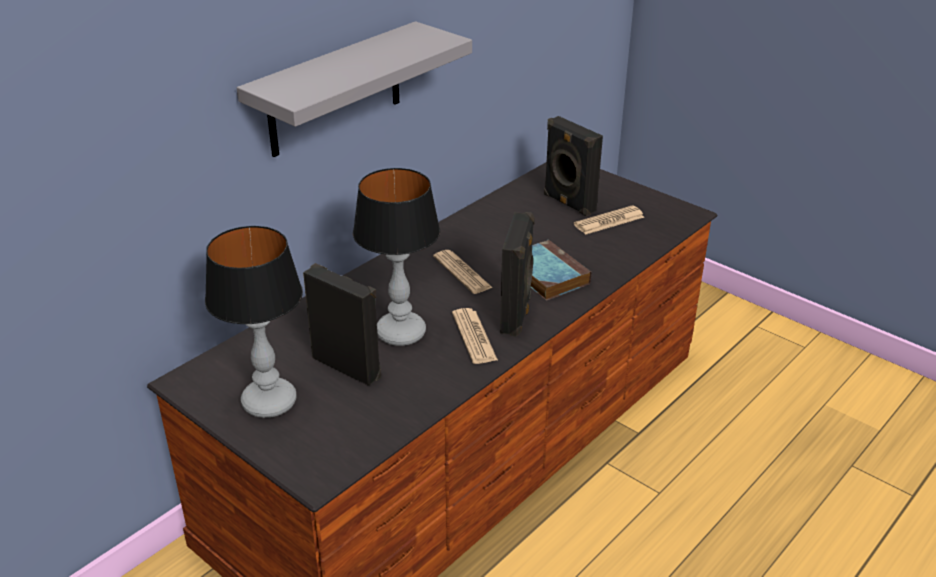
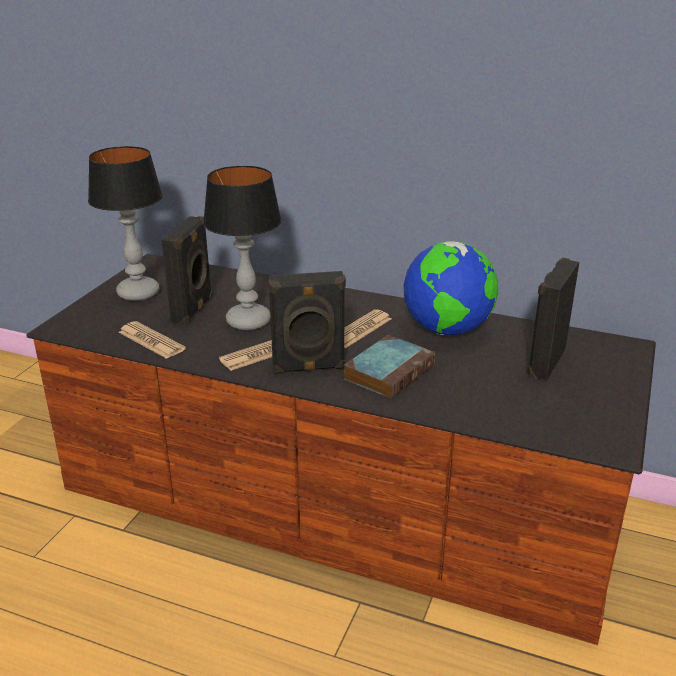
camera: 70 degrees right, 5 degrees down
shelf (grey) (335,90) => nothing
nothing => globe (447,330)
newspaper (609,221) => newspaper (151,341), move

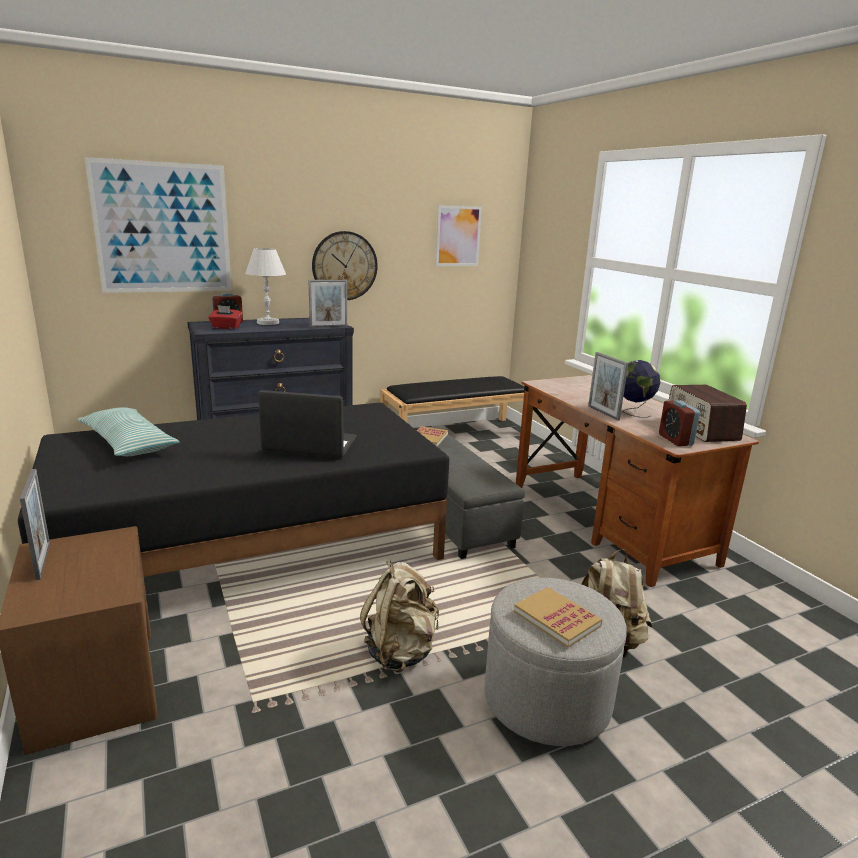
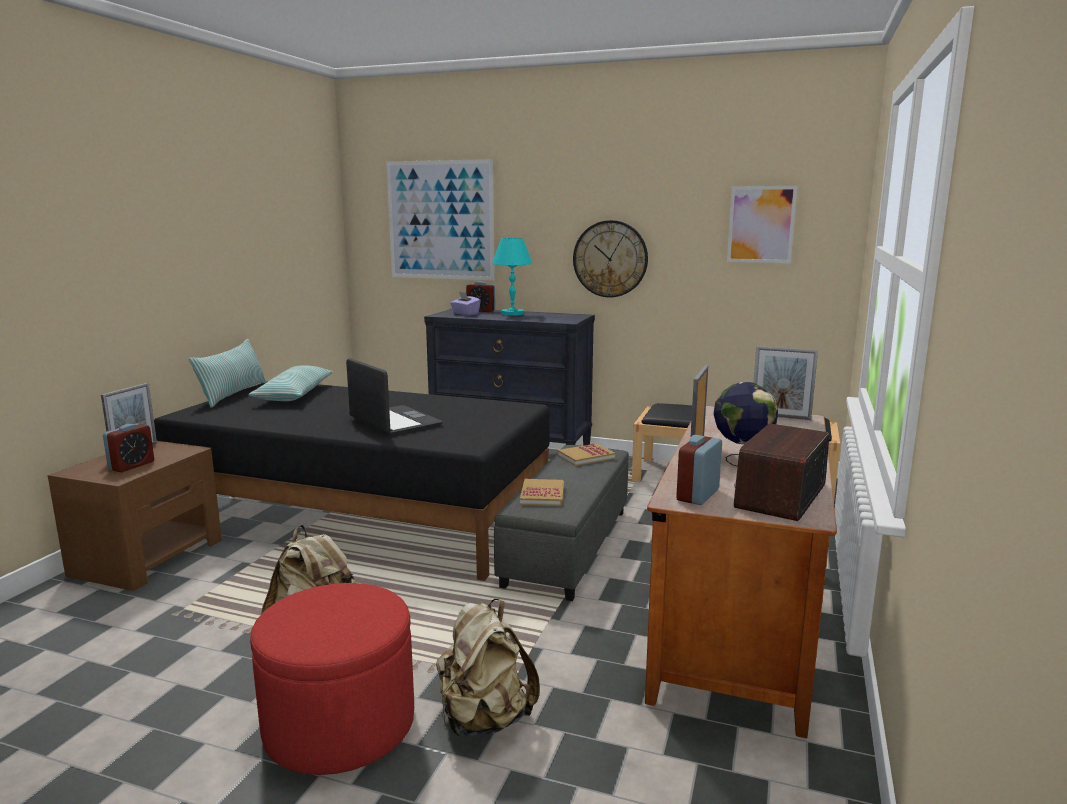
camera: 45 degrees right, 5 degrees down
nothing => alarm clock (131,466)
nothing => pillow (233,394)
picture frame (328,326) => picture frame (780,416), move
book (557,619) => book (542,495), move
tissue box (red) (226,327) => tissue box (purple) (465,314)
table lamp (white) (268,323) => table lamp (turquoise) (512,314)
ottoman (grey) (546,699) => ottoman (red) (339,725)

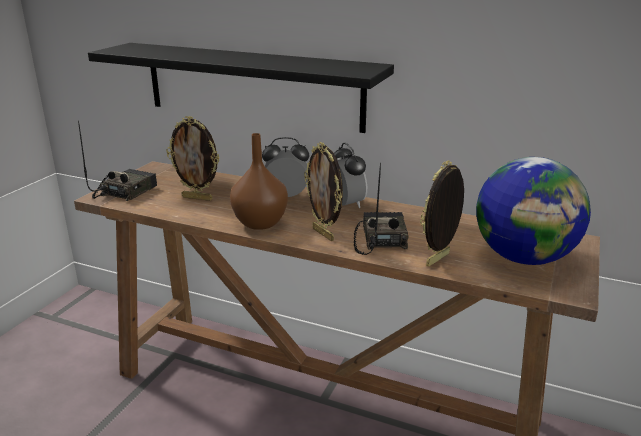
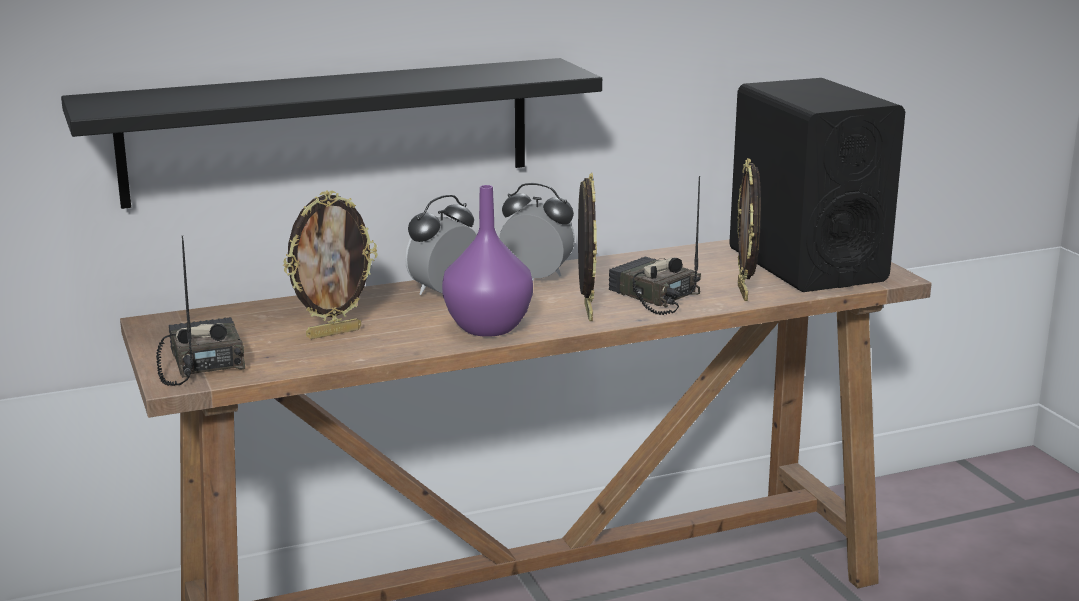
camera: 45 degrees left, 5 degrees down
globe (524,257) => speaker (black) (806,264)
vase (brown) (259,223) => vase (purple) (487,328)
picture frame (324,234) => picture frame (586,312), 105 degrees counterclockwise

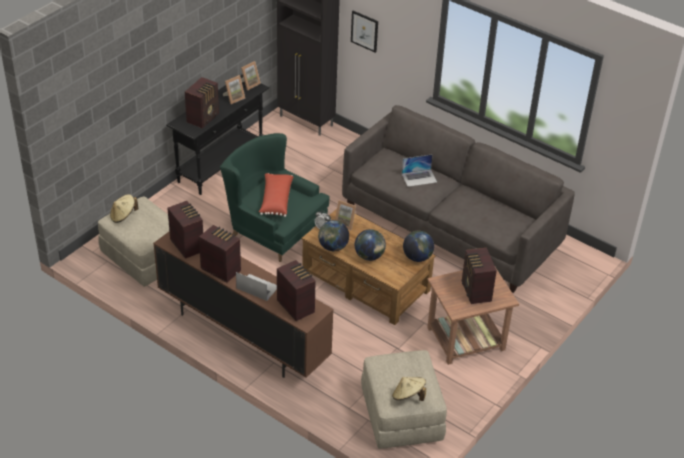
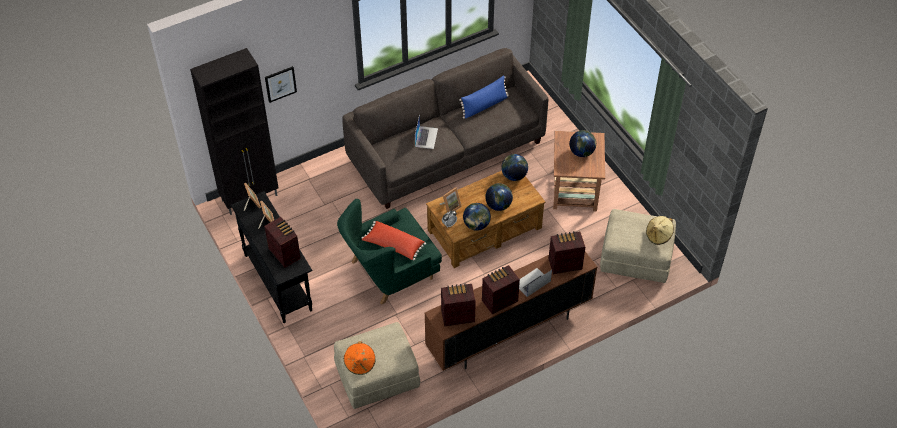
camera: 65 degrees left, 10 degrees up
nothing => pillow (blue) (484,106)
radio (475,292) => globe (581,152)
hat (beige) (123,216) => hat (orange) (360,364)

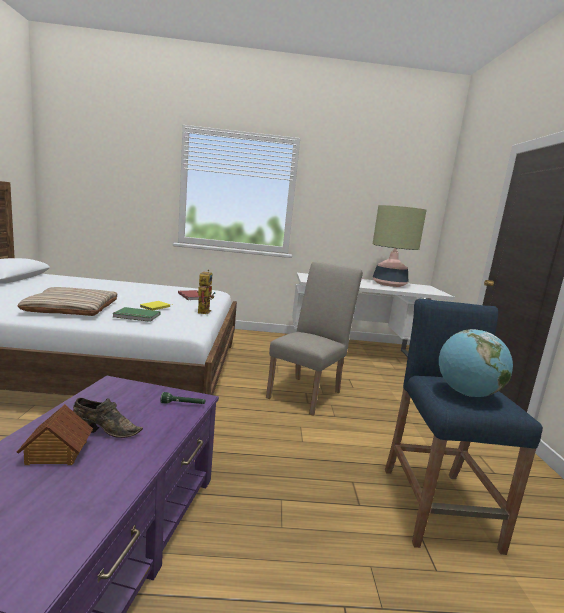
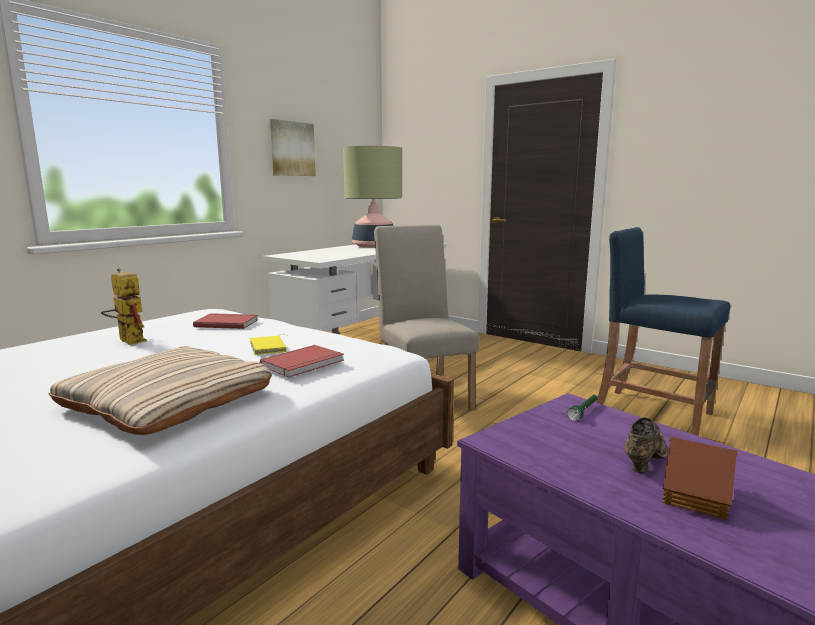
camera: 50 degrees left, 0 degrees up
globe (467,394) => nothing
nothing => picture (292,149)
toy robot (203,311) => toy robot (127,340), move
book (green) (136,316) => book (red) (304,364)

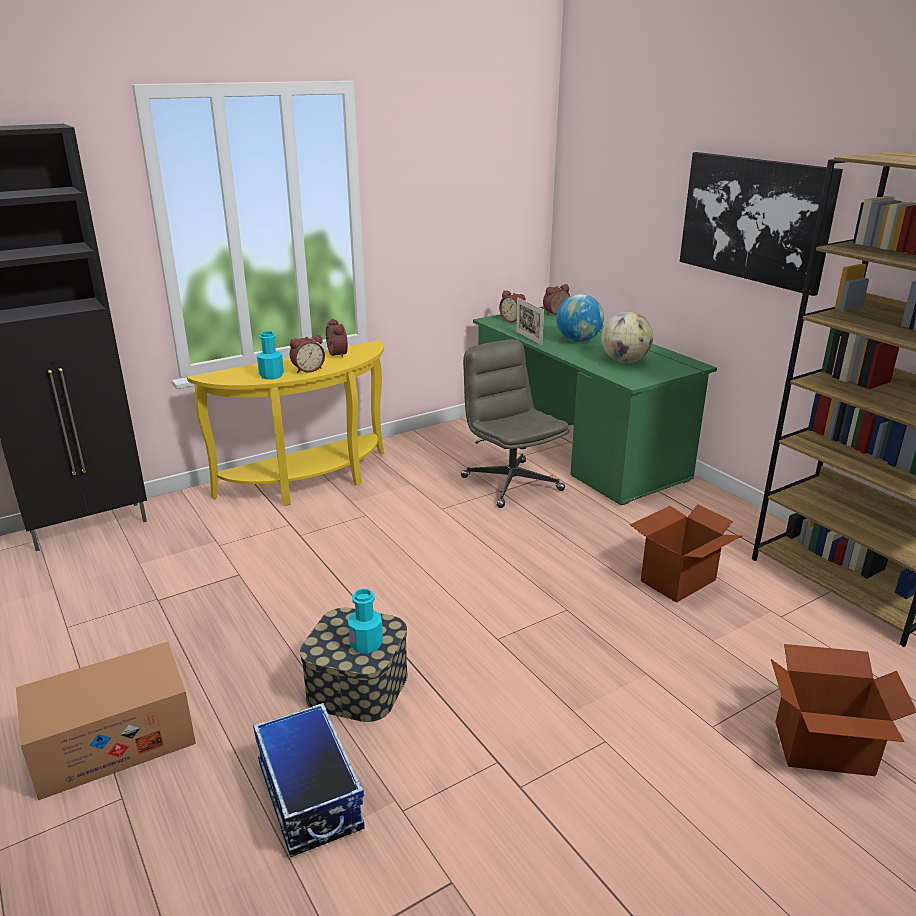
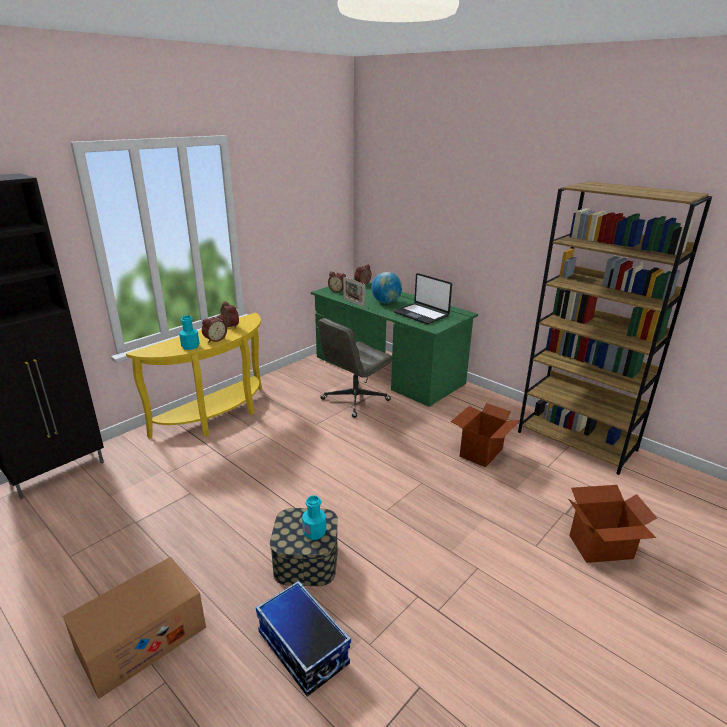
camera: 15 degrees left, 0 degrees up
picture (754,220) => nothing
globe (624,361) => laptop (421,314)
office chair (grey) (511,483) => office chair (grey) (354,400), 90 degrees counterclockwise

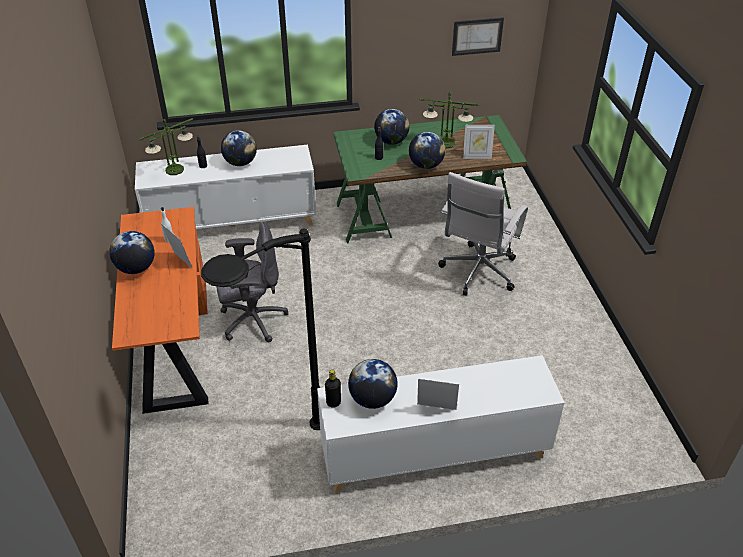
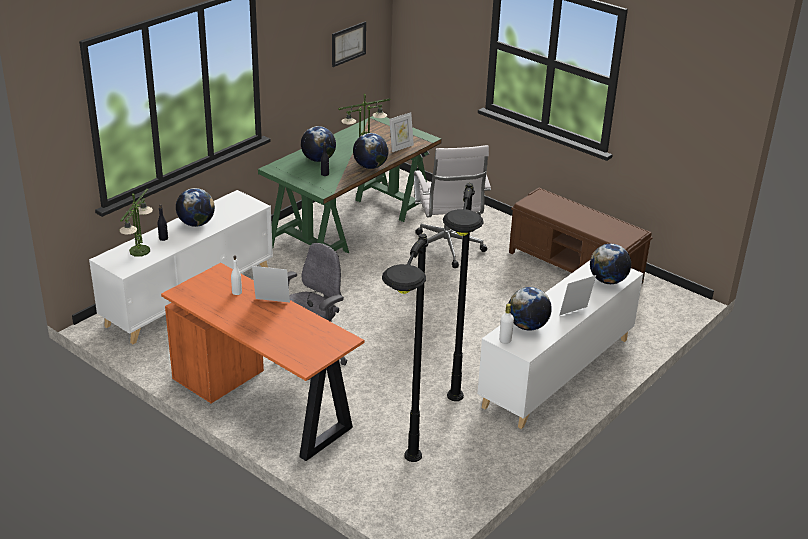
camera: 40 degrees left, 10 degrees down
nothing => floor lamp (black) (401,494)
nothing => bench (brown) (575,268)
globe (136,268) => globe (607,281), move
bottle (black) (333,403) => bottle (white) (505,340)

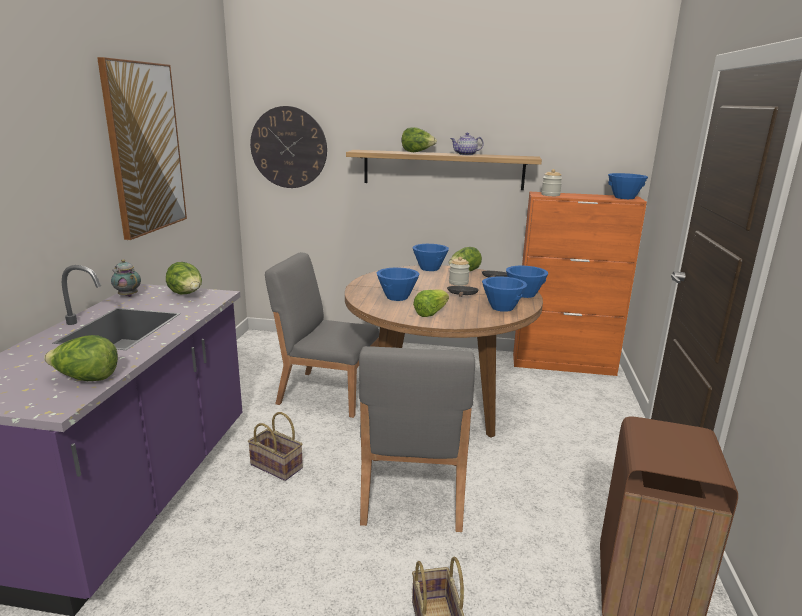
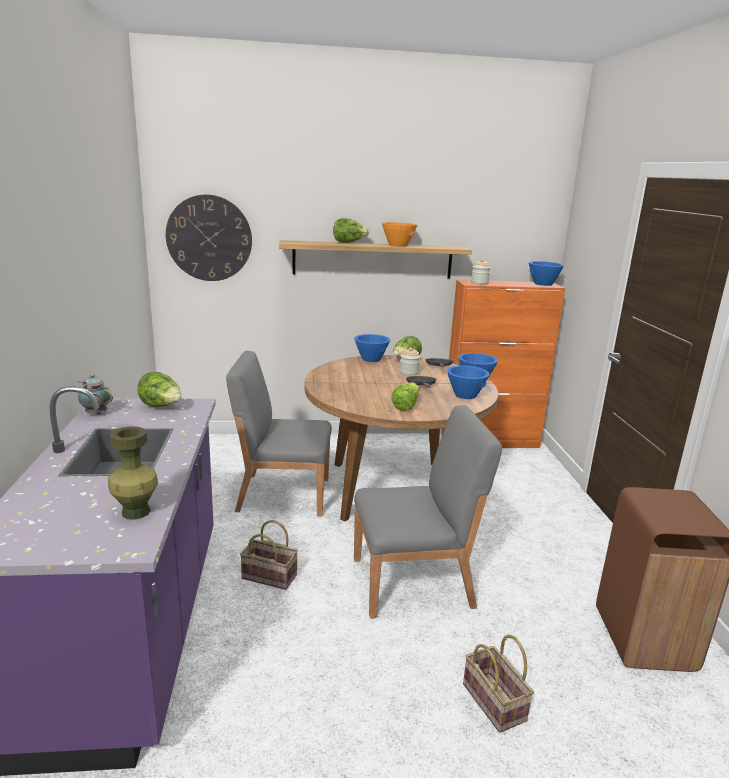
camera: 15 degrees left, 0 degrees up
picture (145,148) => nothing
bowl (blue) (397,297) => nothing
lettuce (86,379) => vase (green) (136,512)
teapot (465,154) => bowl (orange) (398,245)
chair (grey) (412,493) => chair (grey) (414,582), 90 degrees counterclockwise

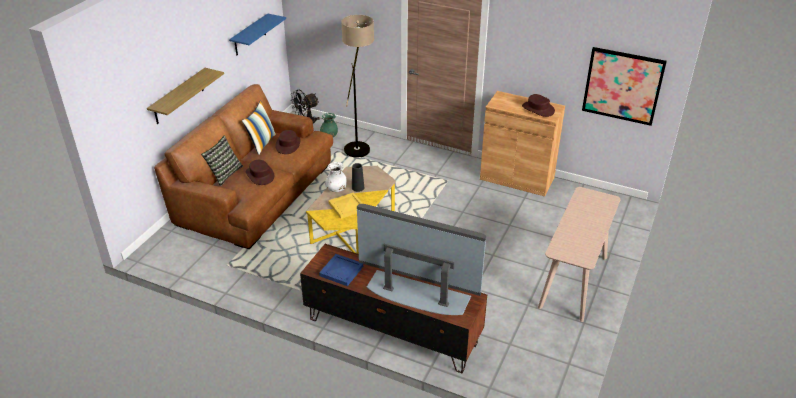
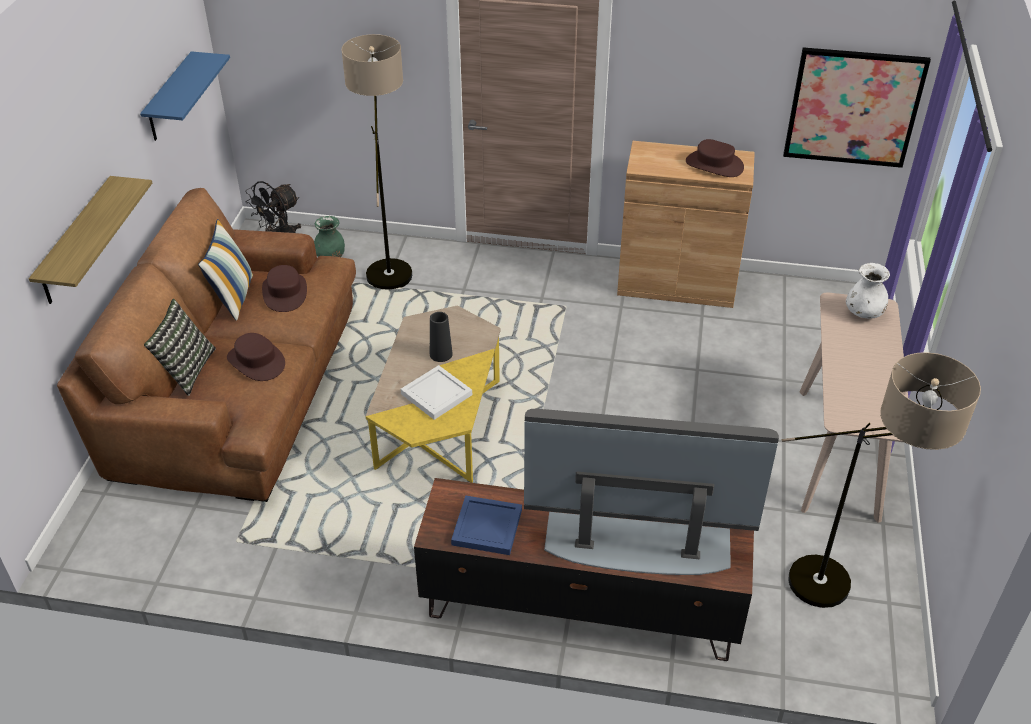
camera: 15 degrees left, 5 degrees up
nothing => floor lamp (841,595)
vase (white) (336,189) => vase (white) (863,313), move
tray (yellow) (347,207) => tray (white) (437,394)

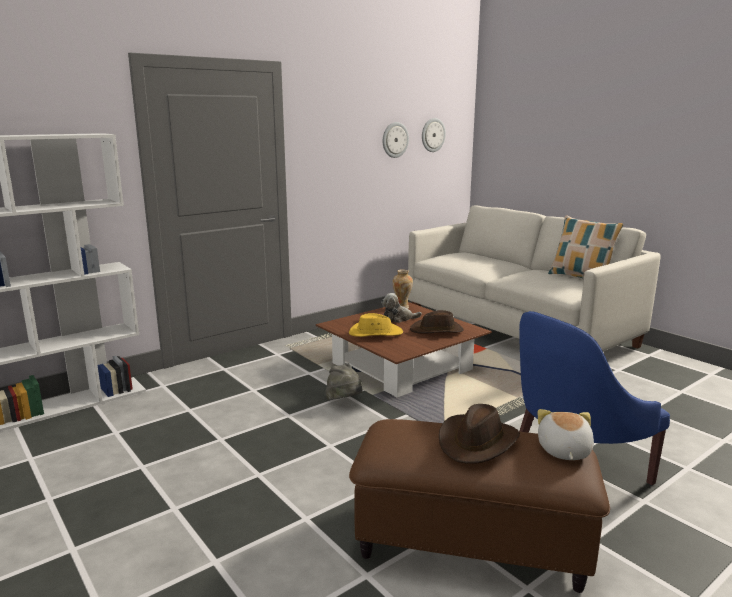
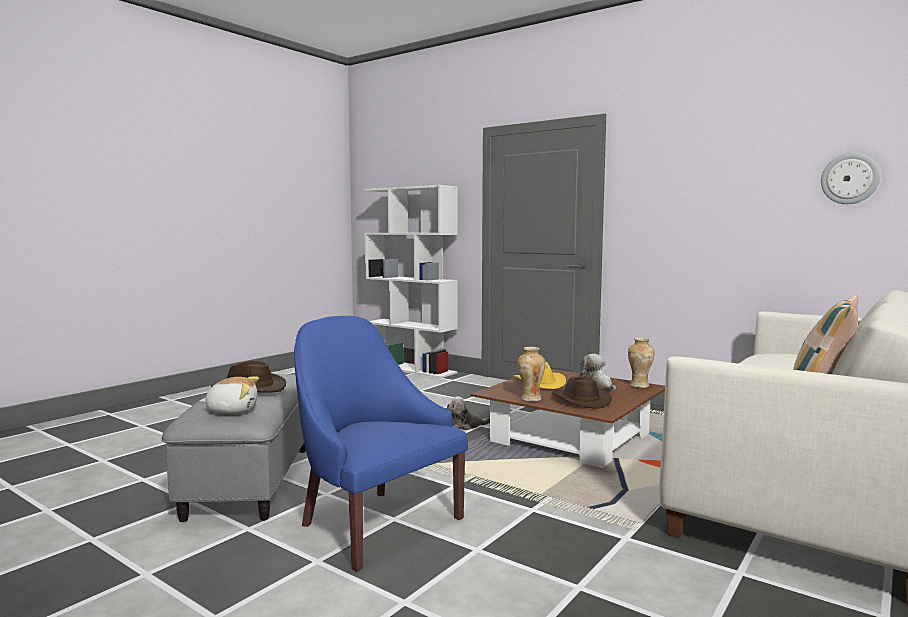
camera: 75 degrees right, 10 degrees down
wall clock (395,140) => nothing
nothing => vase (530,399)
hat (grey) (345,402) => plush toy (466,426)
ottoman (brown) (470,544) => ottoman (grey) (249,481)

